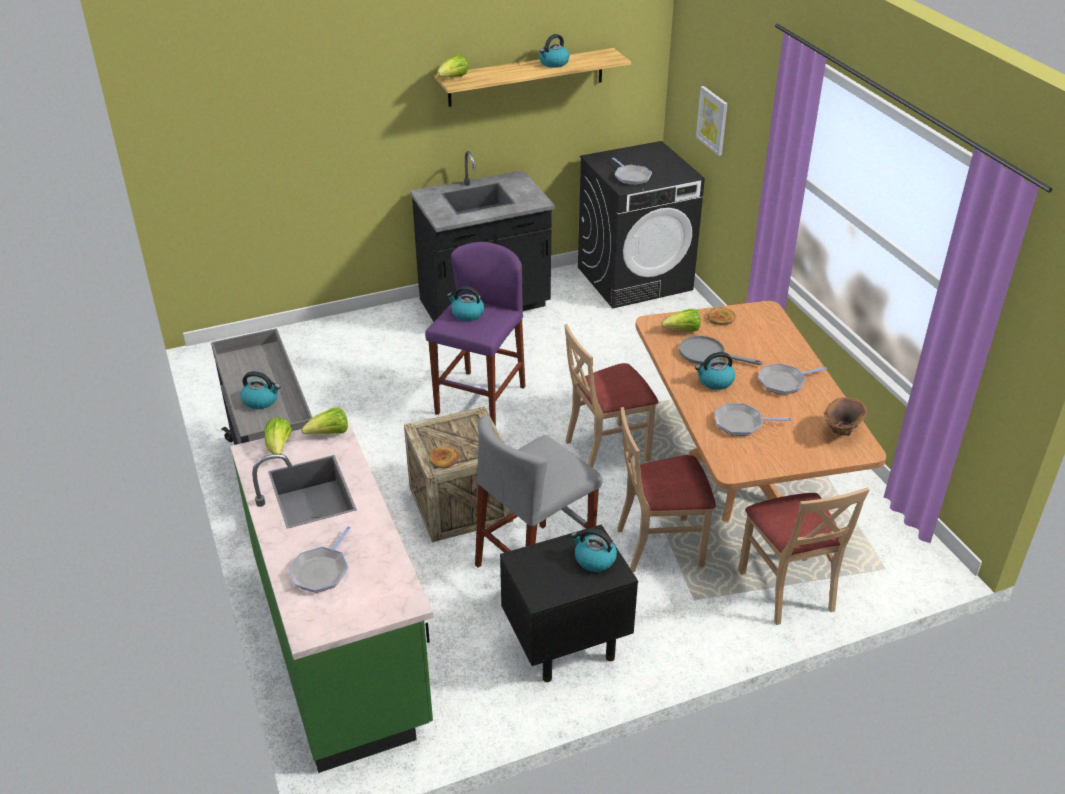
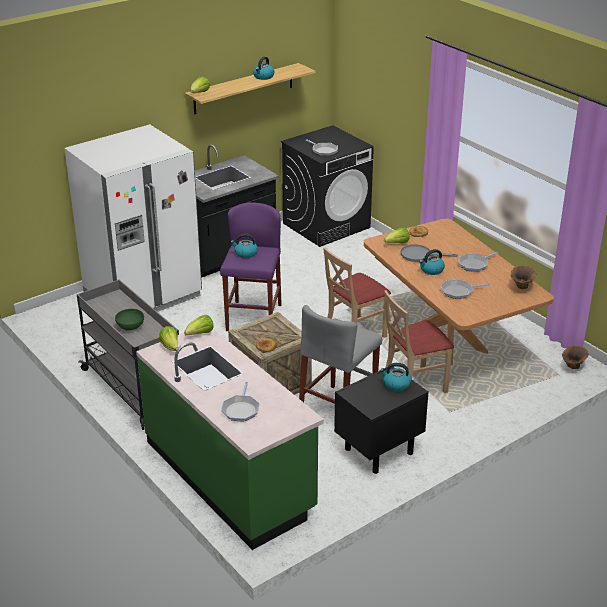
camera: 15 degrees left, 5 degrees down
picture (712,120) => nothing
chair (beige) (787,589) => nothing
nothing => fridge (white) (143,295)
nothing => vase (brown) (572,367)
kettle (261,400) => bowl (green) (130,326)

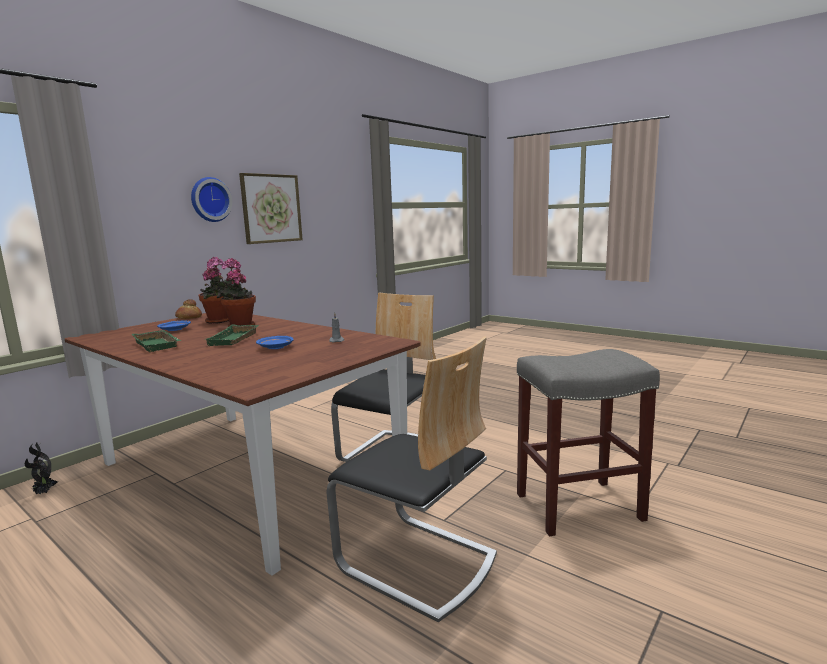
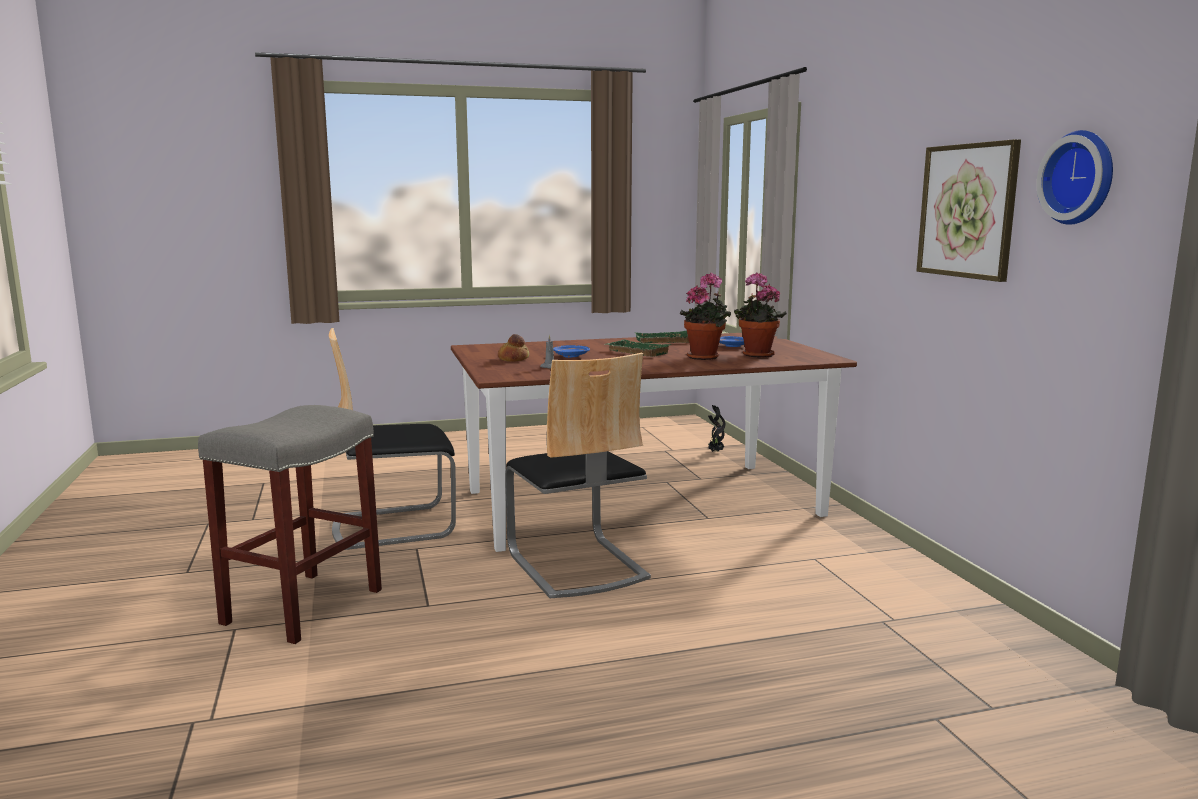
camera: 125 degrees right, 0 degrees up
bread (189,318) => bread (514,359), move
wall clock (210,199) => wall clock (1081,178), move

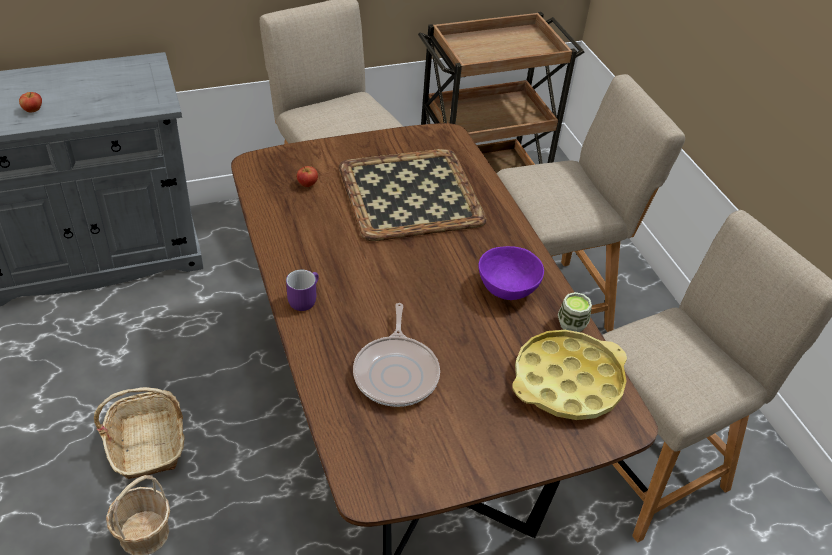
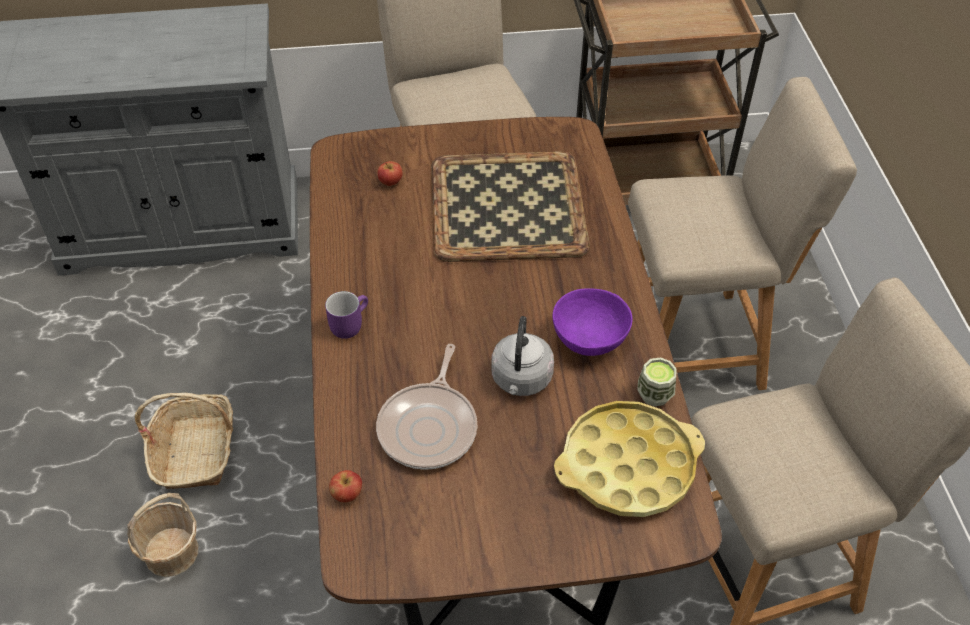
camera: 15 degrees right, 5 degrees up
nothing => kettle (grey) (521,380)
apple (33,110) => apple (347,494), move

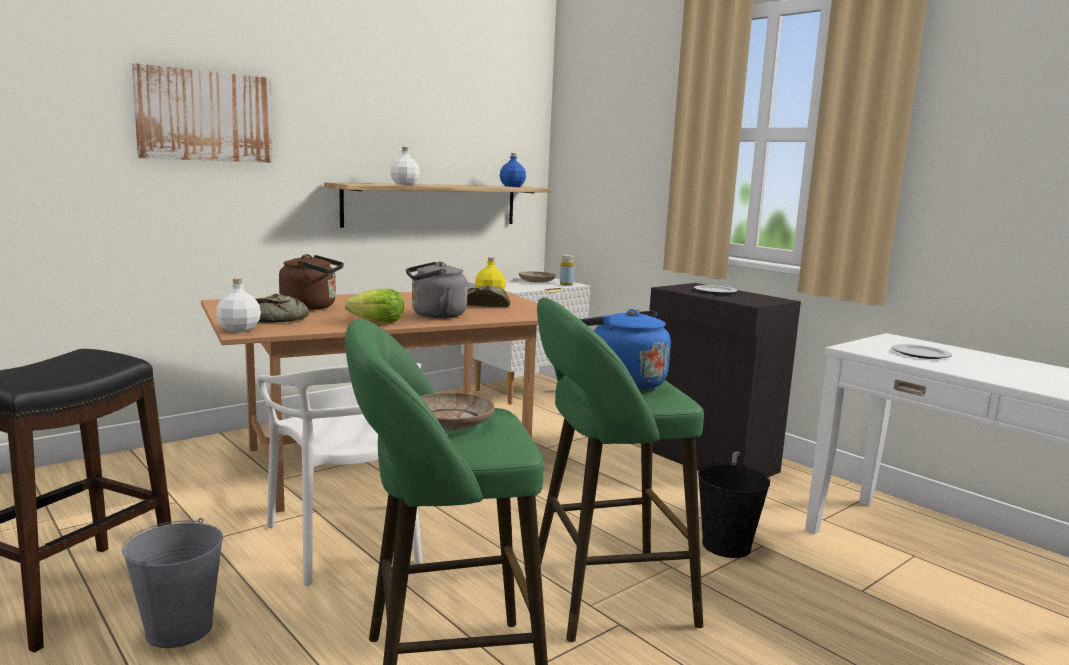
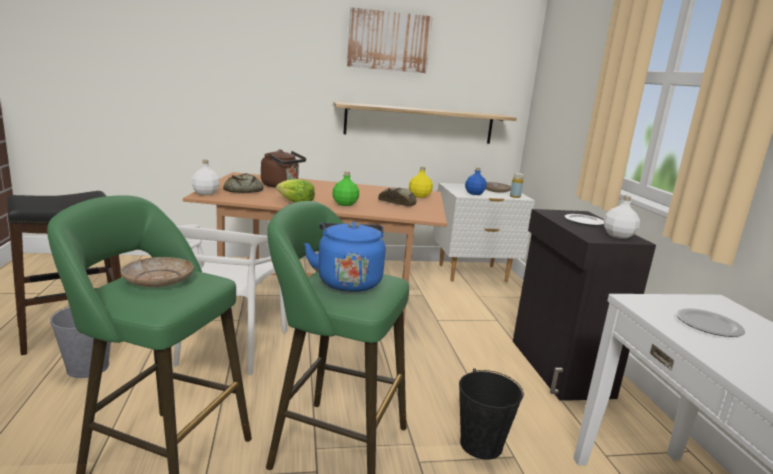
camera: 30 degrees right, 5 degrees up
picture (205,116) => picture (389,41), move
bottle (white) (404,184) => bottle (white) (618,236), move
bottle (blue) (512,186) => bottle (blue) (474,193), move
kettle (grey) (435,315) => bottle (green) (345,204)

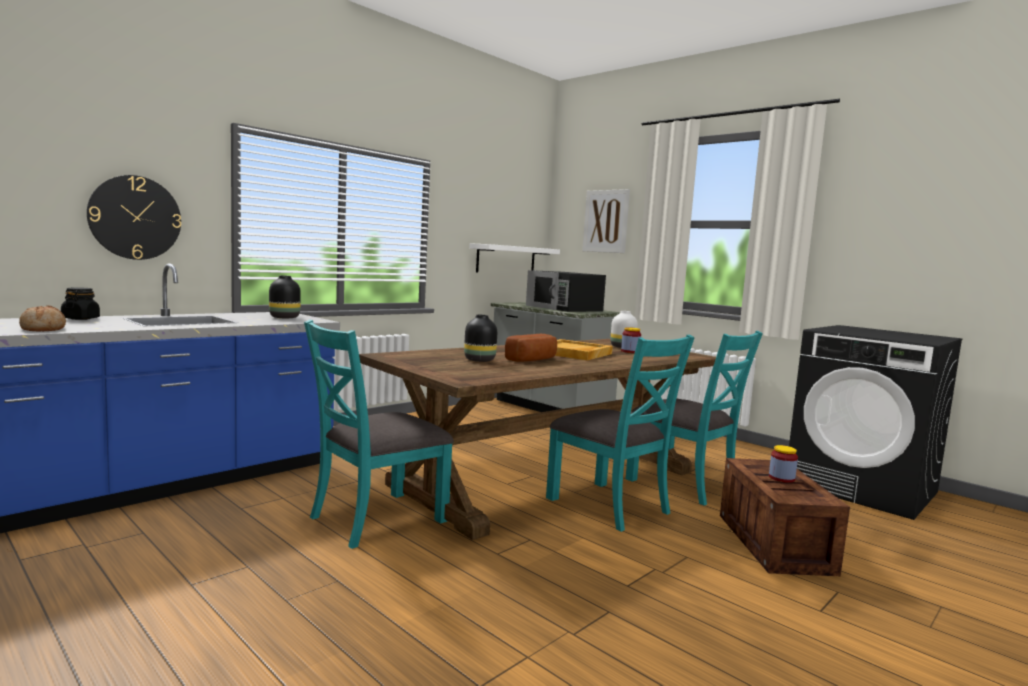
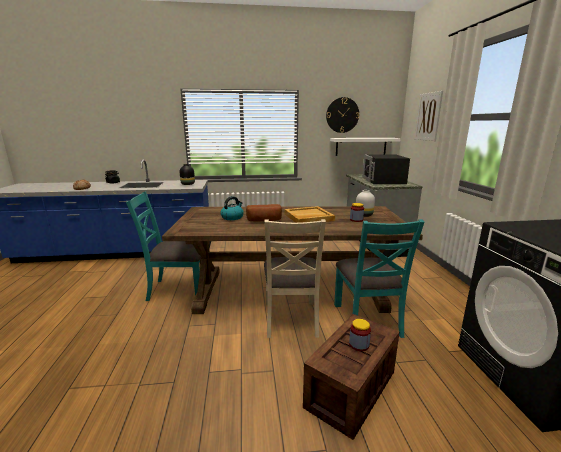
camera: 40 degrees right, 10 degrees up
wall clock (135,217) => wall clock (342,115), move
vase (black) (479,360) => kettle (232,217)
chair (turquoise) (609,505) => chair (beige) (291,318)

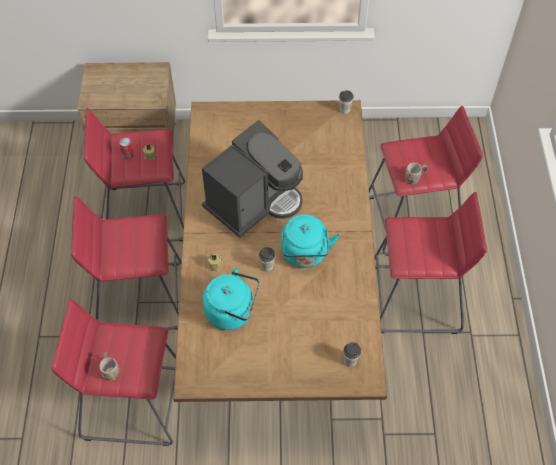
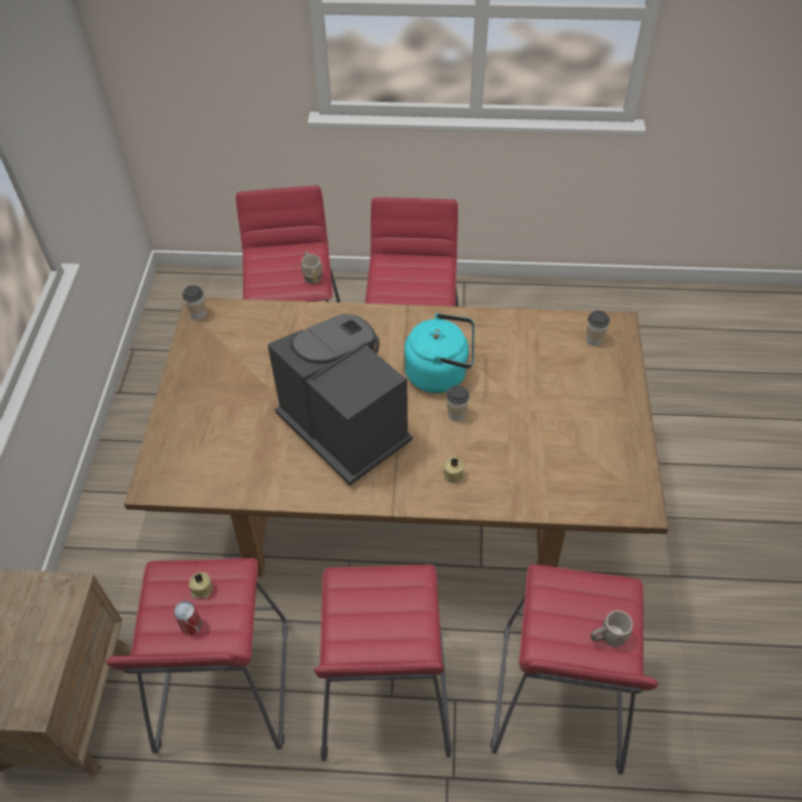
camera: 85 degrees left, 5 degrees down
kettle (turquoise) (233,312) => nothing

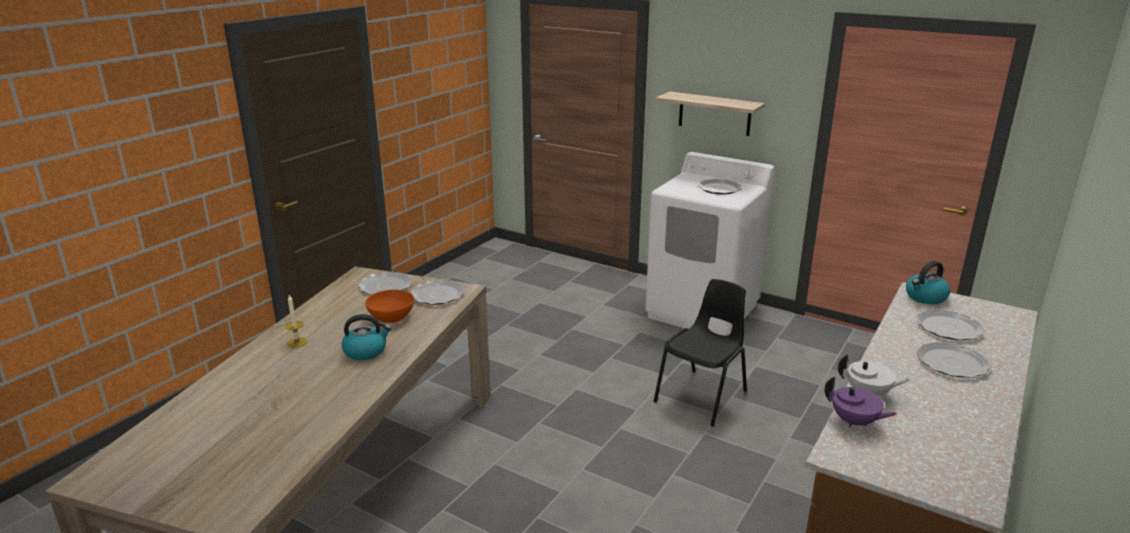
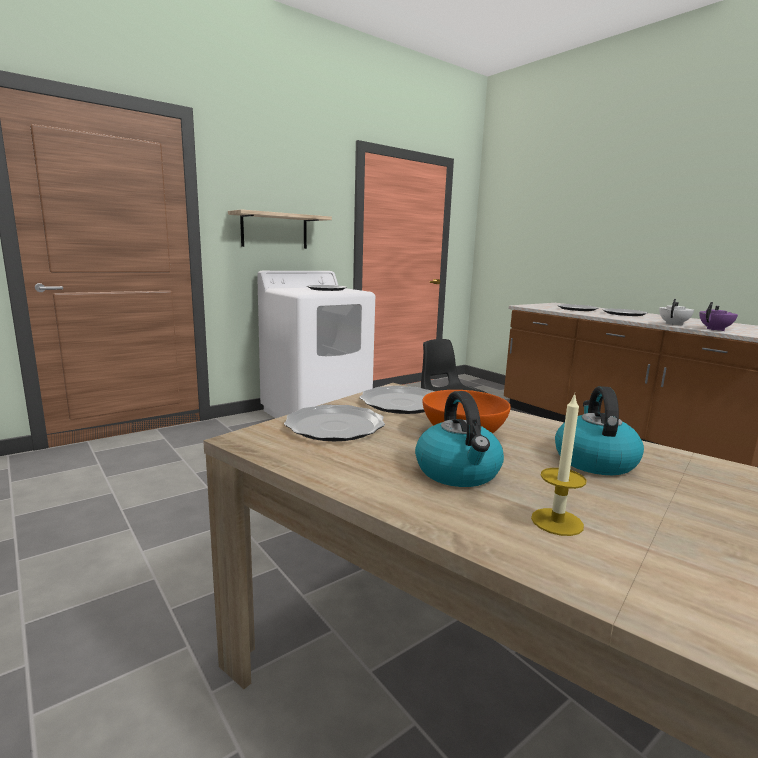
camera: 70 degrees left, 10 degrees down
kettle (925,297) => kettle (458,472), move

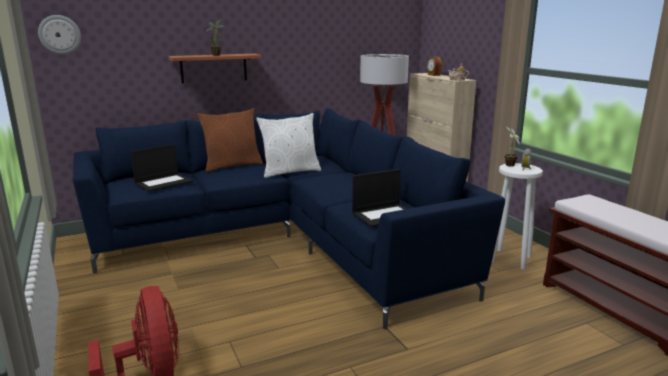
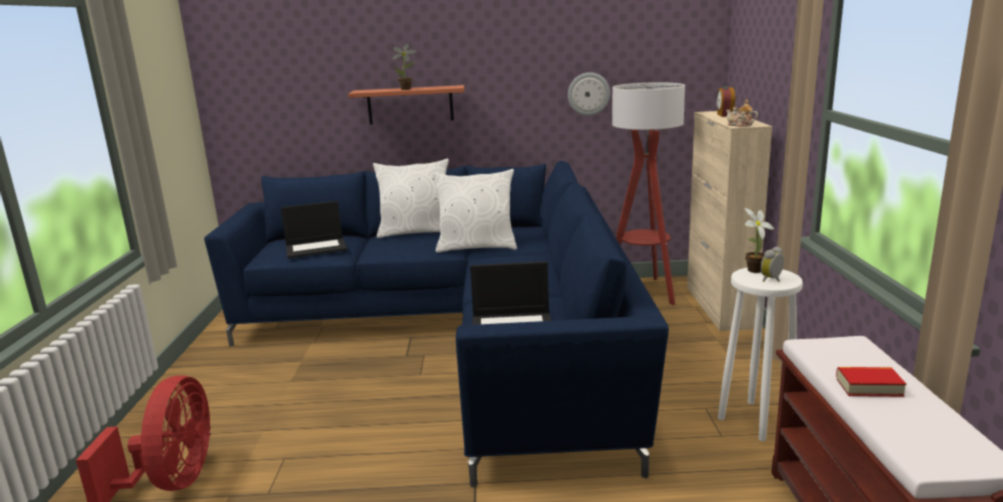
camera: 25 degrees right, 0 degrees up
nothing => book (869,387)
wall clock (59,34) => wall clock (588,94), move
pillow (brown) (232,166) => pillow (white) (415,232)

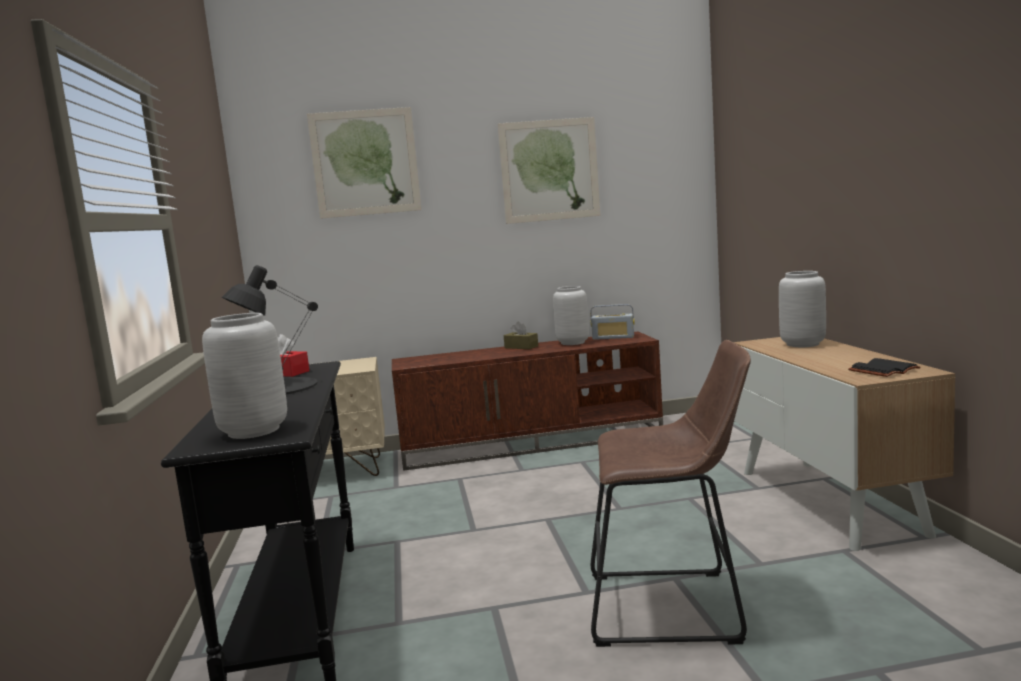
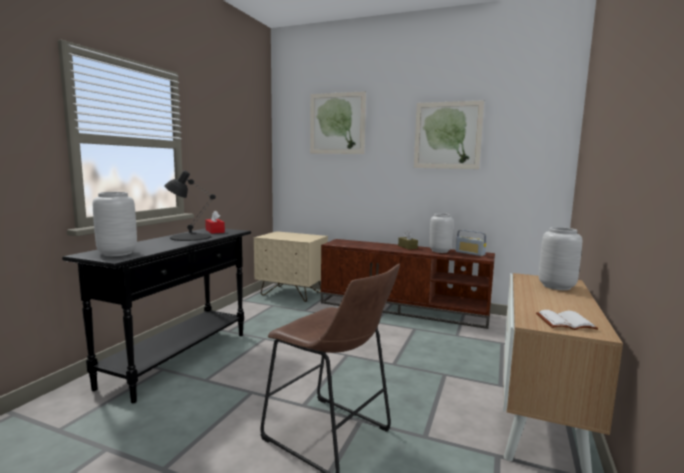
camera: 30 degrees right, 0 degrees up
book (black) (883,370) => book (white) (565,322)

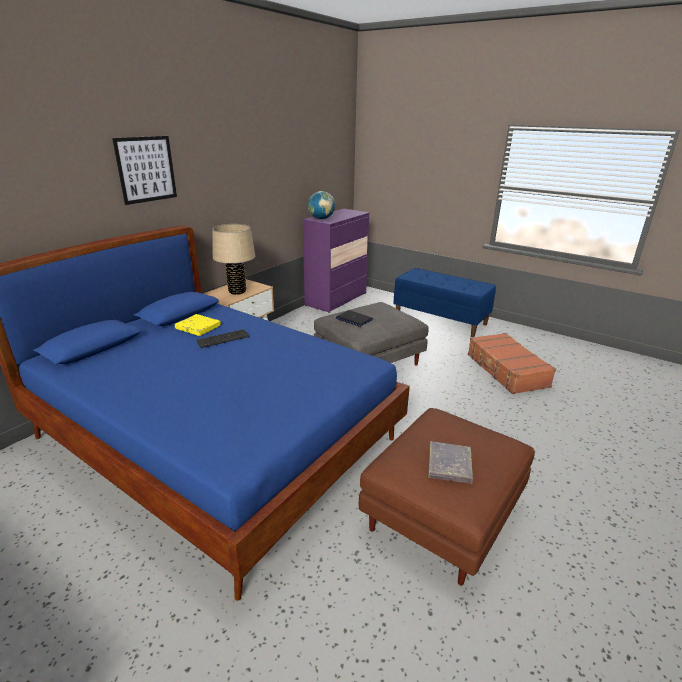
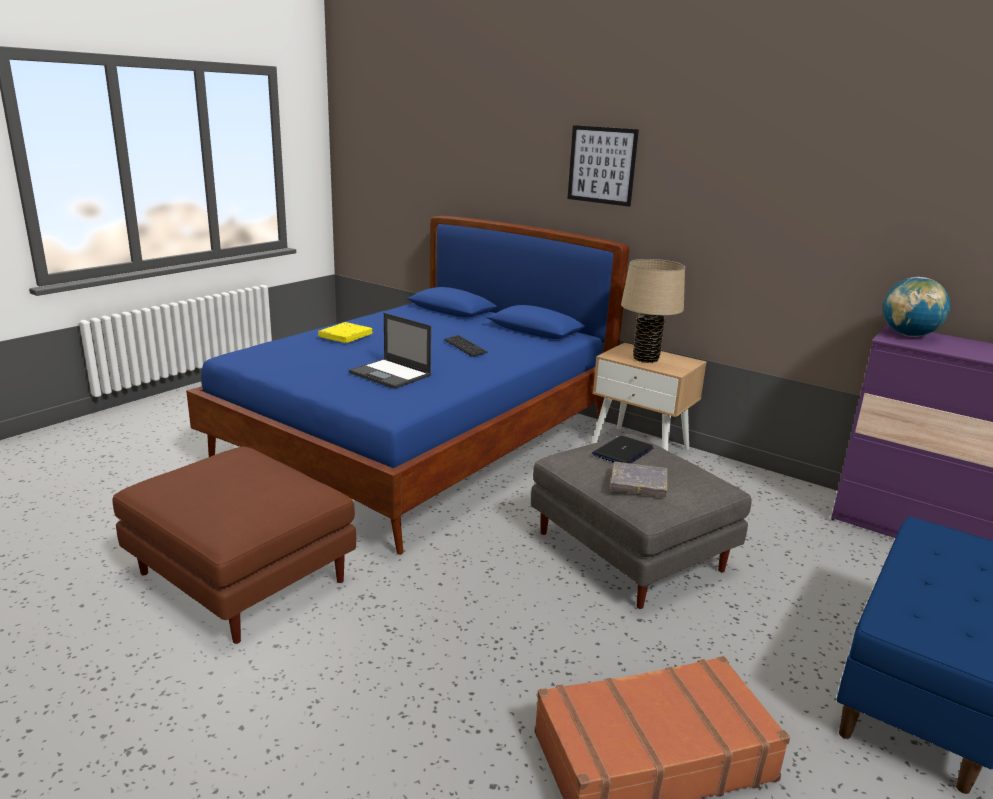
camera: 90 degrees right, 5 degrees down
nothing => laptop (391,374)
book (yellow) (198,327) => book (yellow) (345,336), move
book (grey) (449,465) => book (grey) (638,483), move

